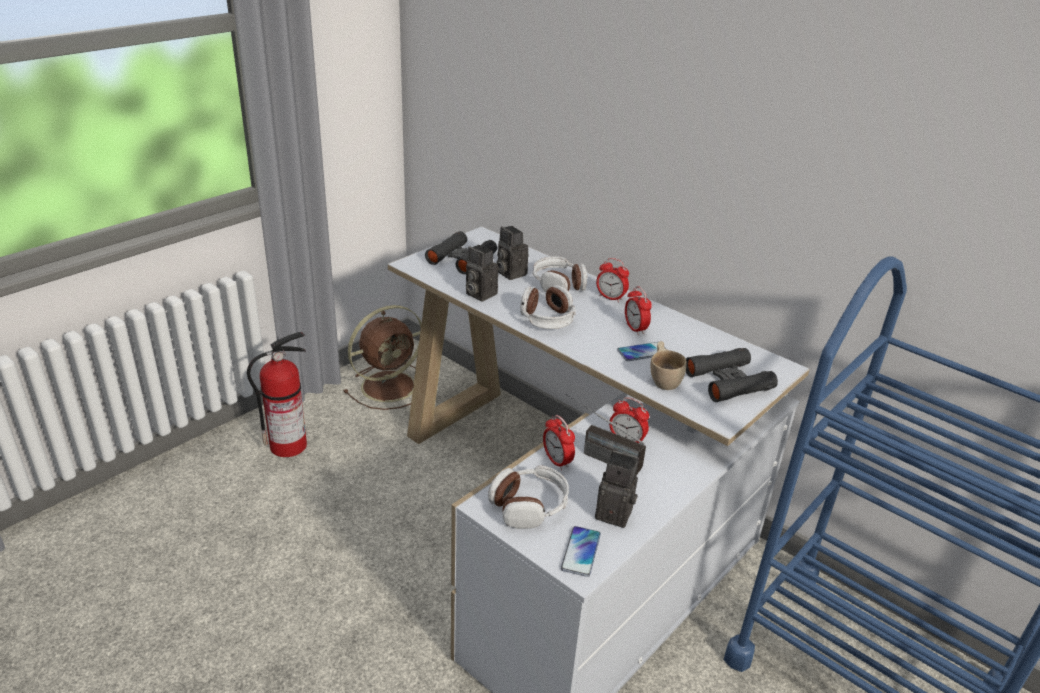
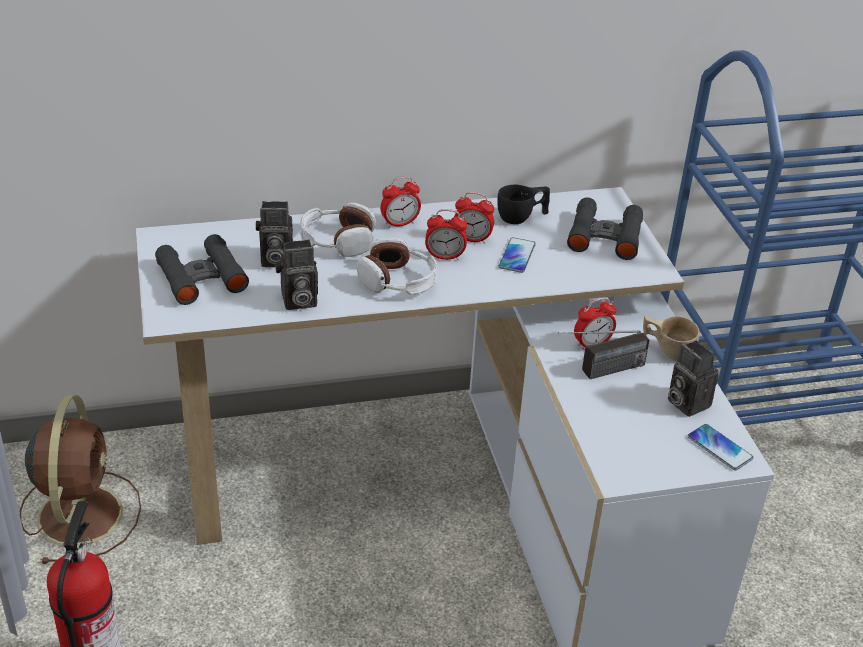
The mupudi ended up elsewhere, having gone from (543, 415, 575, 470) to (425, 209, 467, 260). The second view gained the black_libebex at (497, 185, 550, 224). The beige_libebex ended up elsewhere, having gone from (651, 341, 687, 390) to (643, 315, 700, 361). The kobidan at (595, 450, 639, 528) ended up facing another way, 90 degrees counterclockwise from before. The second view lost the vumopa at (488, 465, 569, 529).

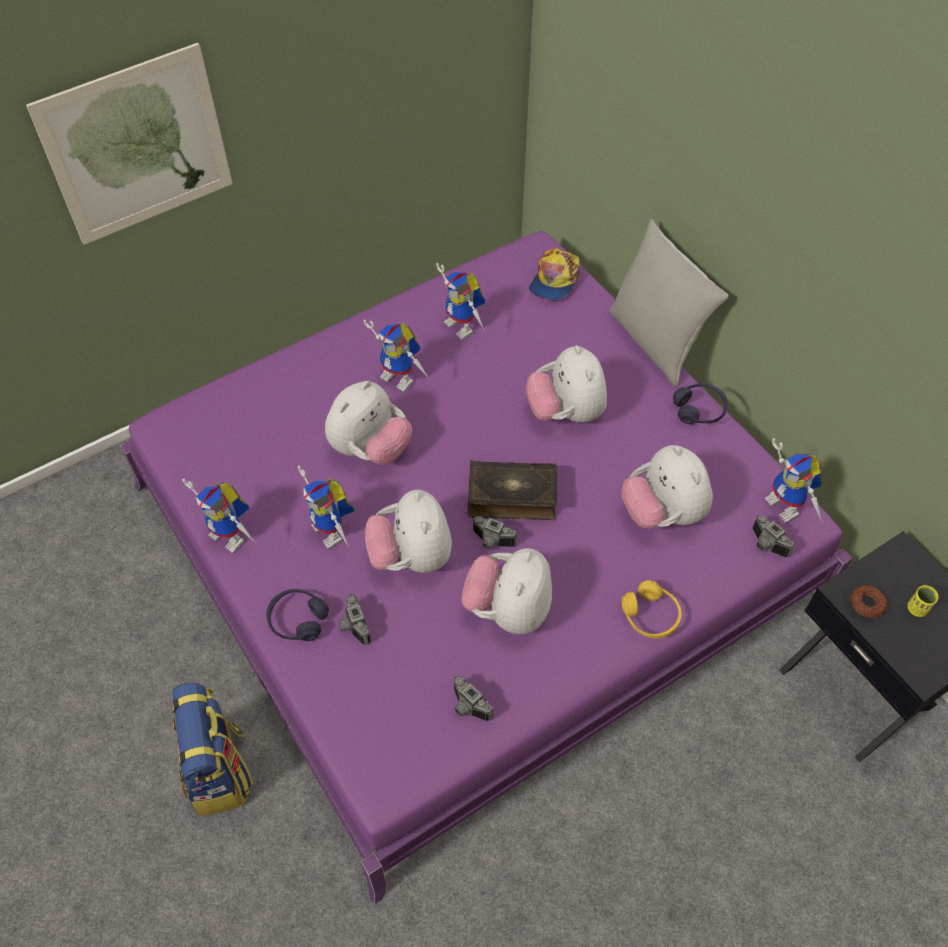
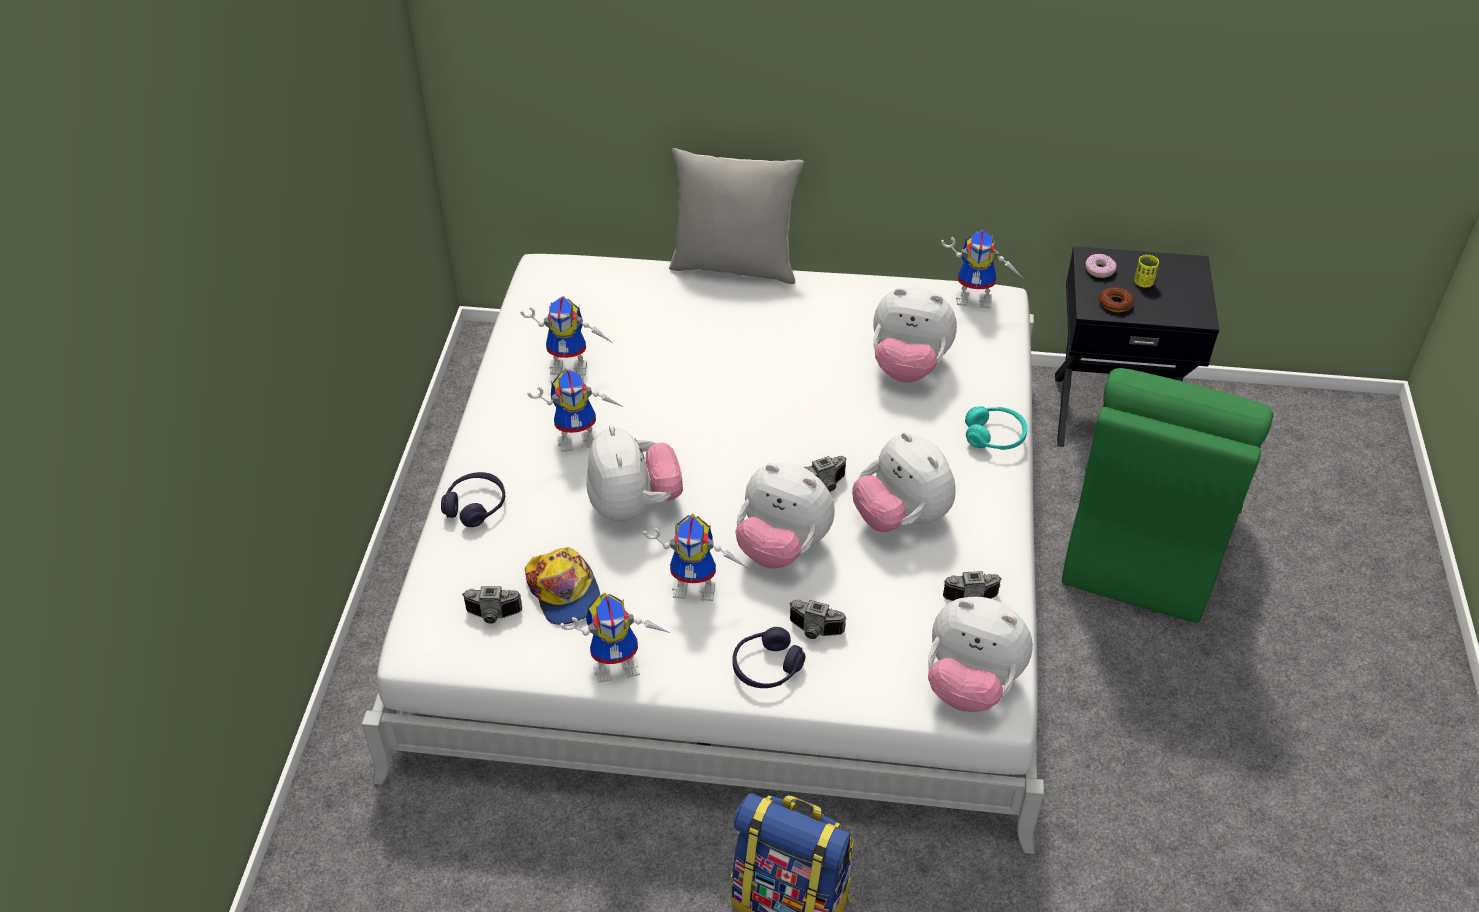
What was the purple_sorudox at (120, 231, 853, 904) turned into the white_sorudox at (362, 254, 1044, 854). The purple_vumopa ended up elsewhere, having gone from (673, 383, 728, 424) to (441, 472, 505, 527). The kobidan ended up elsewhere, having gone from (753, 515, 795, 558) to (462, 586, 522, 624). The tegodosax ended up elsewhere, having gone from (529, 248, 580, 300) to (525, 547, 600, 625). The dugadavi ended up elsewhere, having gone from (526, 345, 607, 422) to (928, 597, 1033, 712). What was the yellow_vumopa at (622, 580, 682, 638) turned into the turquoise_vumopa at (965, 406, 1028, 450). The second view gained the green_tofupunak at (1062, 368, 1273, 623). The second view gained the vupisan at (1085, 254, 1116, 278). The second view lost the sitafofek at (26, 43, 233, 245). The second view lost the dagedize at (468, 460, 558, 520).

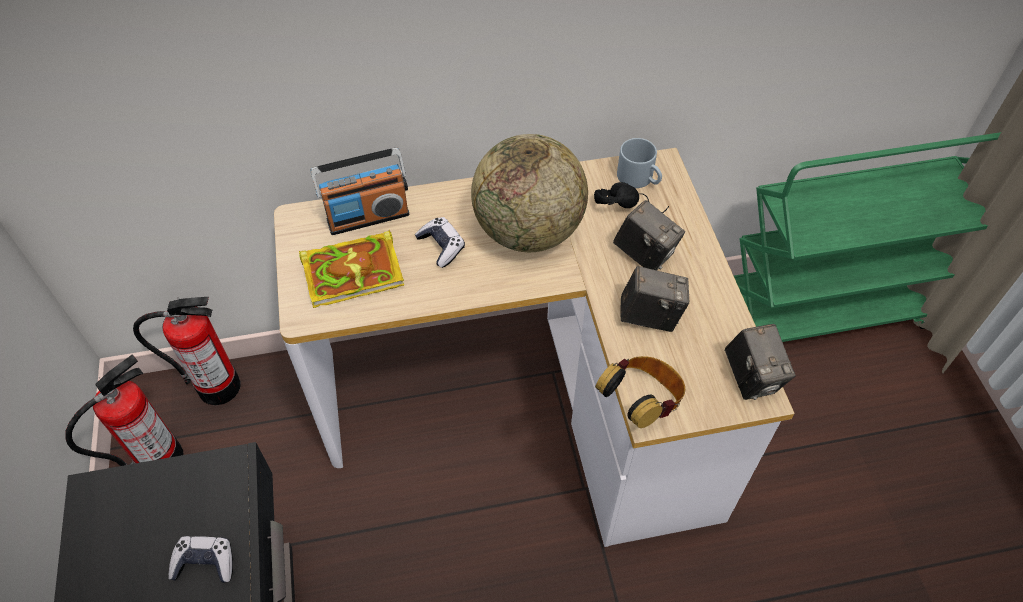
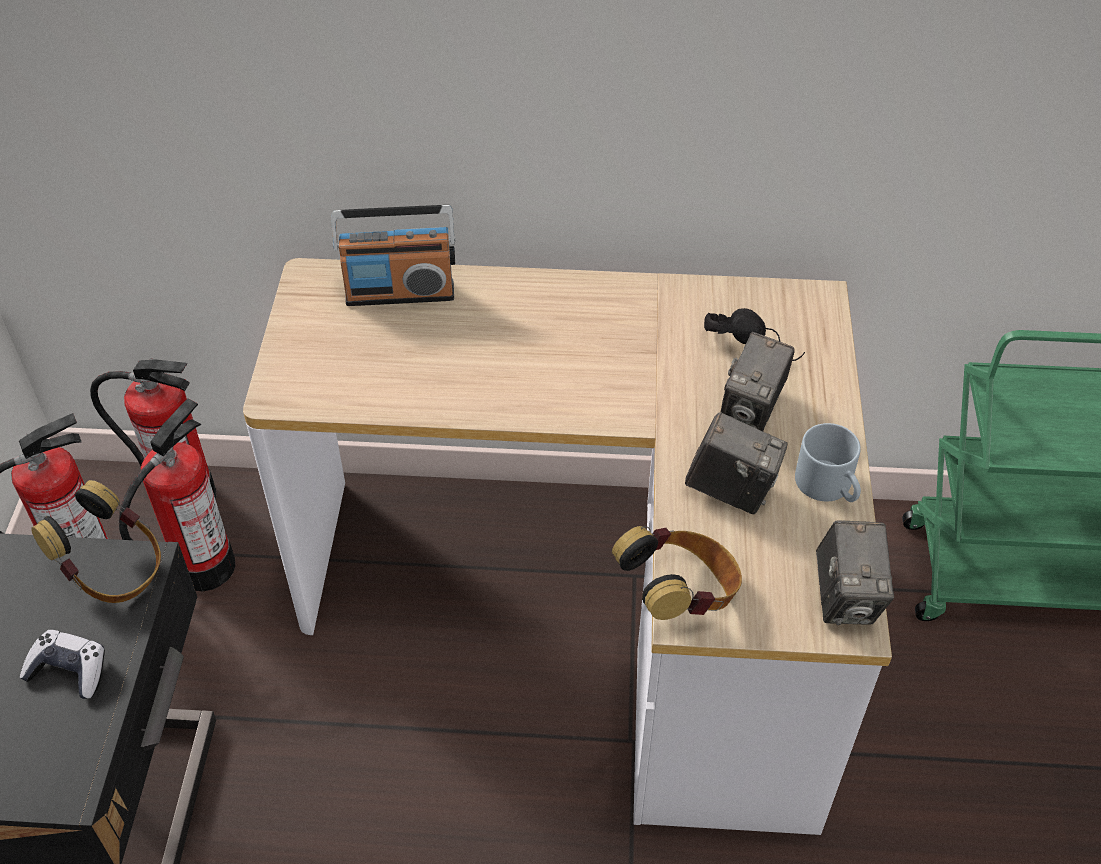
The second view gained the vumopa at (31, 480, 161, 603). The second view gained the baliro at (119, 398, 235, 591). The kobidan at (613, 200, 685, 270) ended up facing another way, 60 degrees clockwise from before. The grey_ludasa ended up elsewhere, having gone from (617, 138, 662, 188) to (795, 423, 861, 502). The second view lost the dagedize at (299, 230, 404, 308). The second view lost the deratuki at (415, 217, 465, 268). The second view lost the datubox at (471, 134, 588, 252).

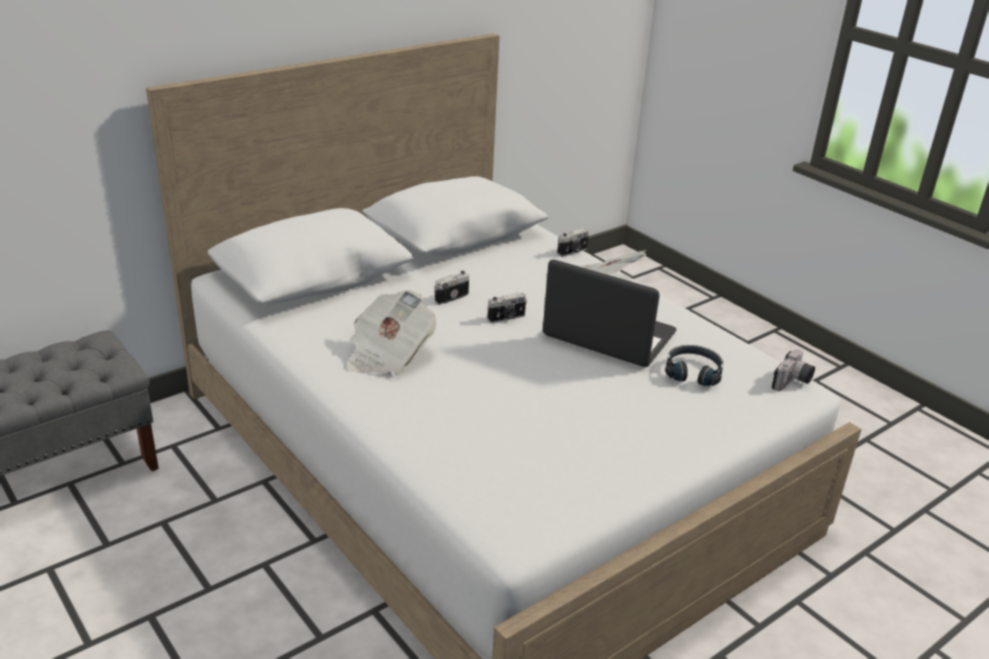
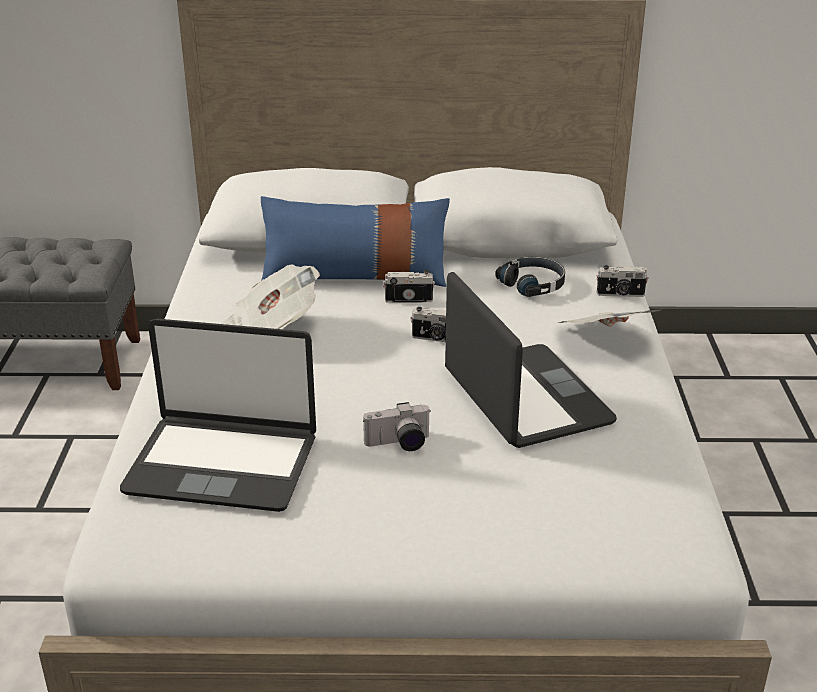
The second view gained the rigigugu at (120, 319, 316, 512). The second view gained the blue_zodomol at (261, 196, 450, 287). The kobidan ended up elsewhere, having gone from (772, 349, 815, 391) to (363, 402, 431, 451). The black_vumopa ended up elsewhere, having gone from (665, 345, 723, 386) to (495, 257, 565, 297).

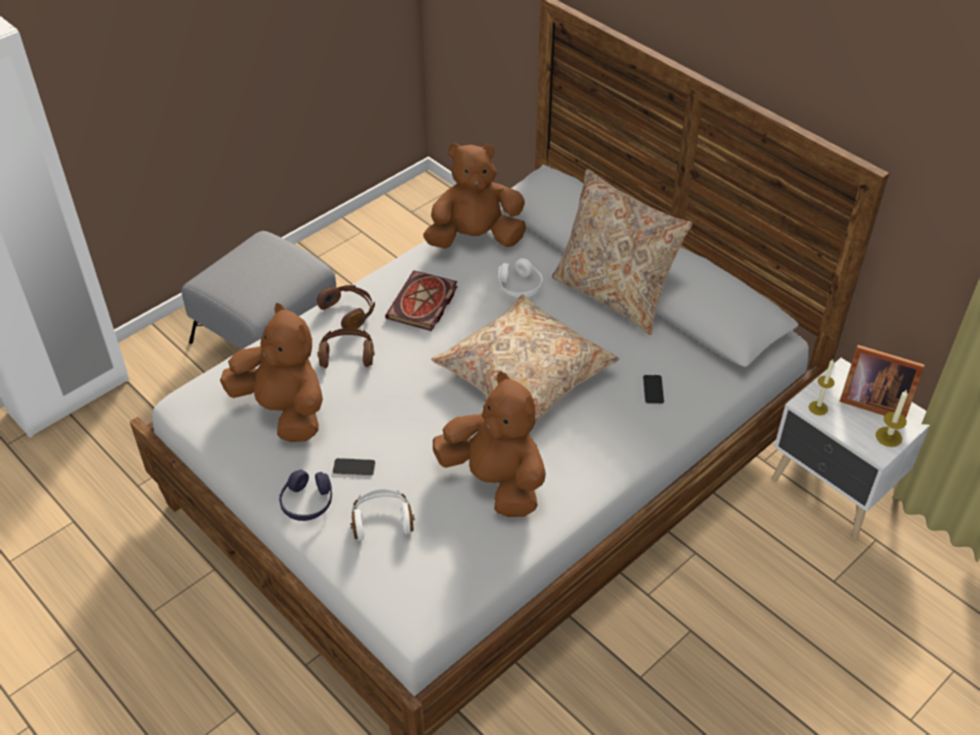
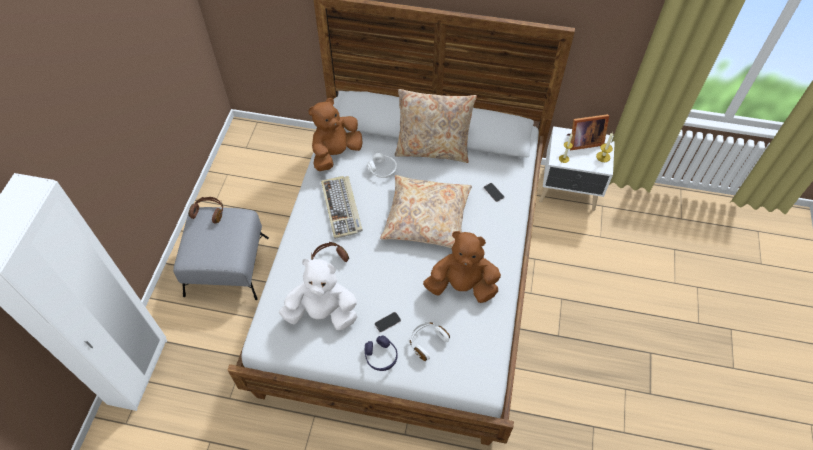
The brown_vumopa ended up elsewhere, having gone from (317, 285, 375, 329) to (189, 197, 223, 223). What was the brown_dugadavi at (220, 303, 323, 442) turned into the white_dugadavi at (279, 259, 357, 331). Where the dagedize stood at (385, 270, 458, 331), the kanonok came to stand at (321, 176, 363, 239).

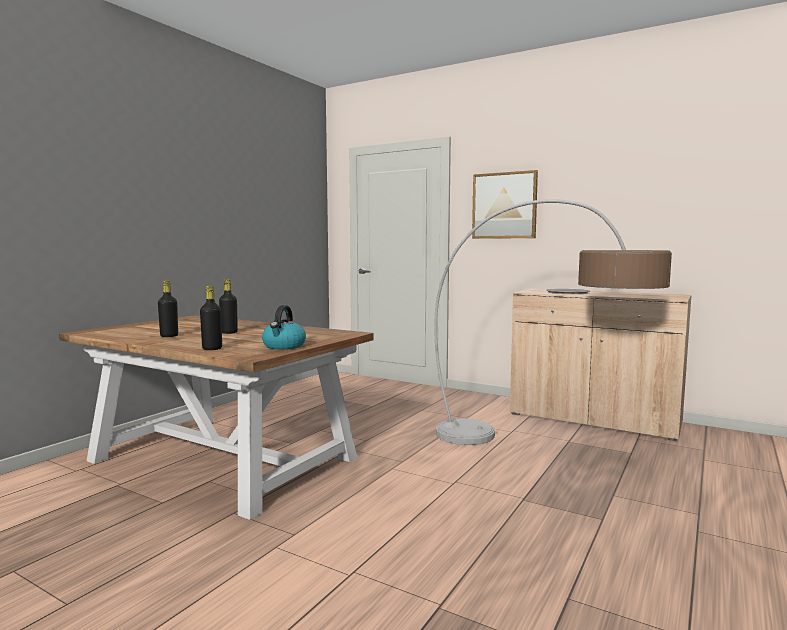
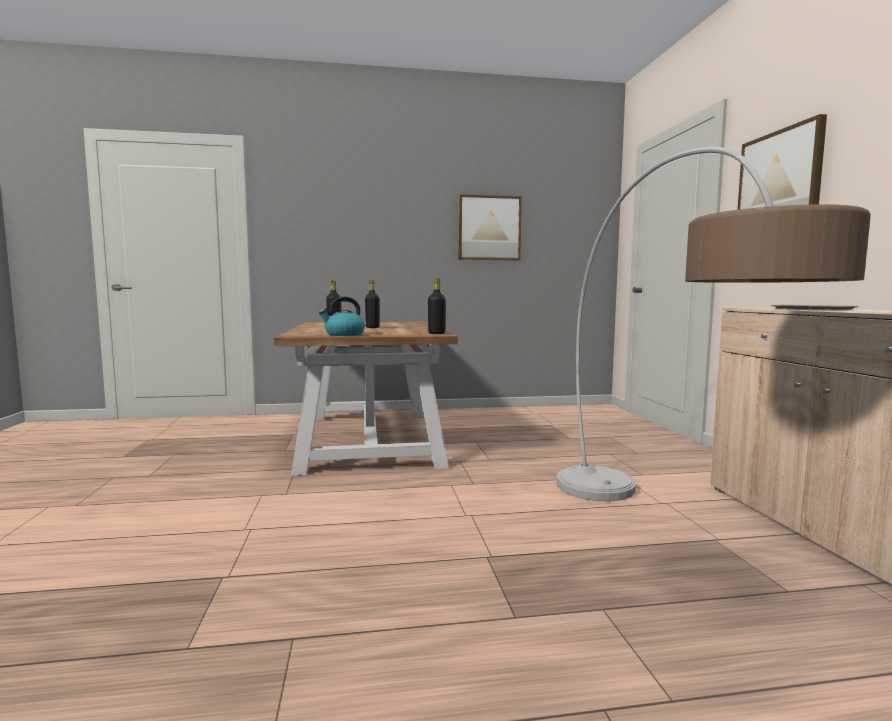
The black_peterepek ended up elsewhere, having gone from (200, 286, 222, 350) to (428, 278, 446, 334). The second view gained the sitafofek at (458, 194, 522, 260).

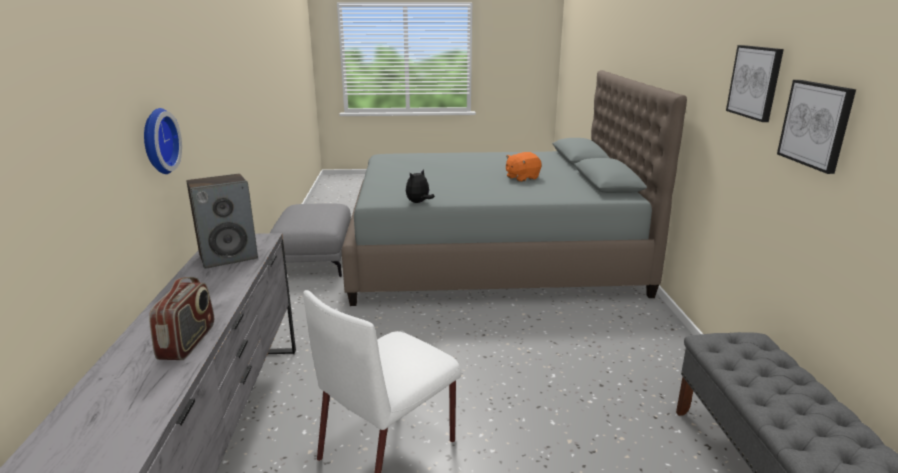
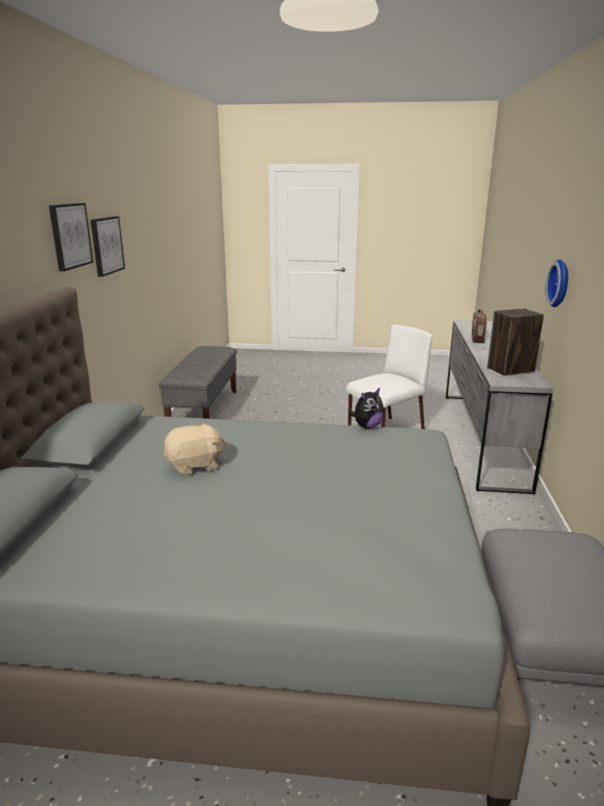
The sitafofek ended up elsewhere, having gone from (777, 80, 856, 174) to (49, 203, 93, 271). What was the orange_dugadavi at (506, 152, 542, 182) turned into the beige_dugadavi at (164, 422, 227, 476).

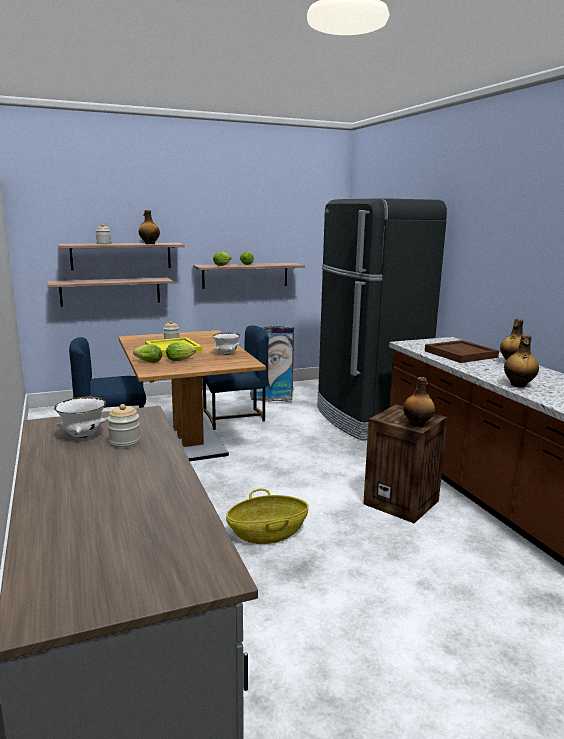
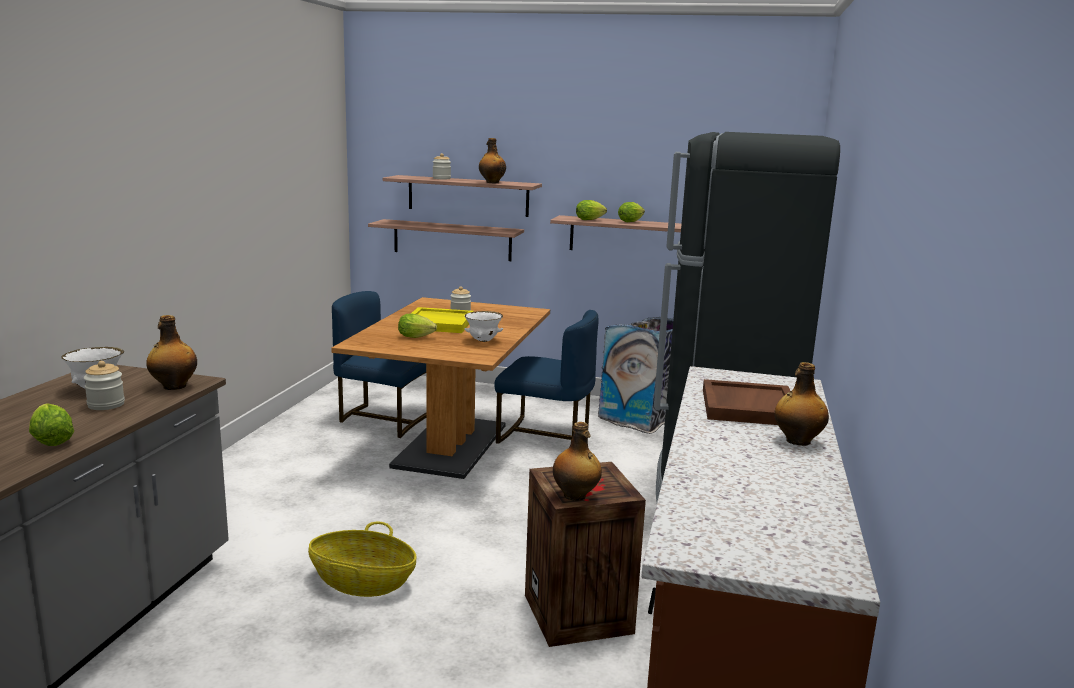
The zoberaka ended up elsewhere, having gone from (133, 344, 162, 363) to (29, 403, 74, 446). The peterepek ended up elsewhere, having gone from (504, 335, 539, 388) to (146, 315, 197, 390).

